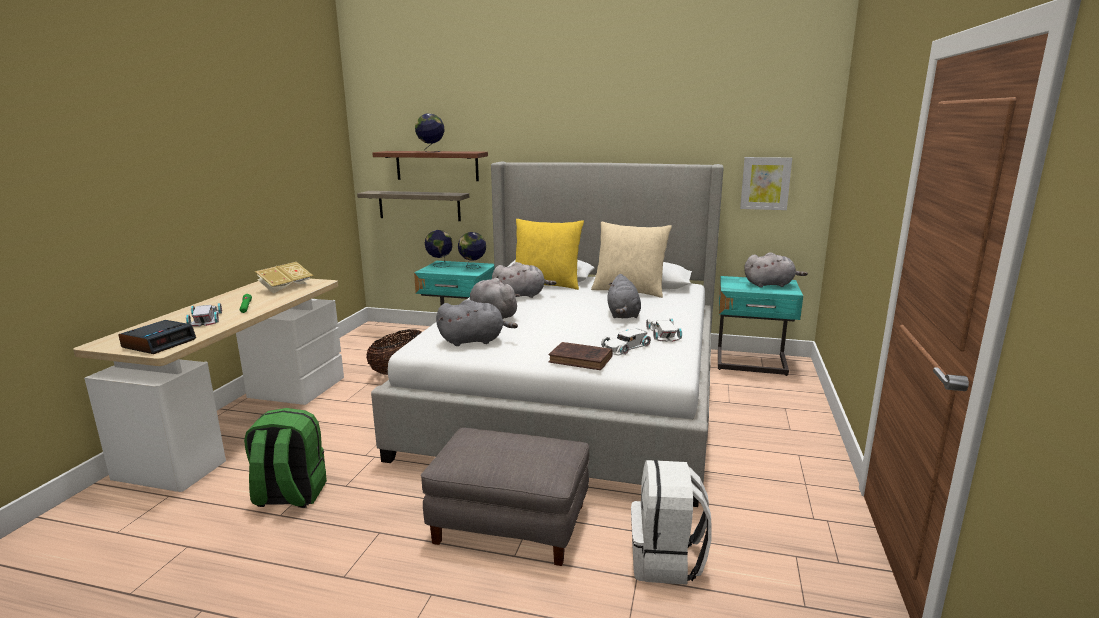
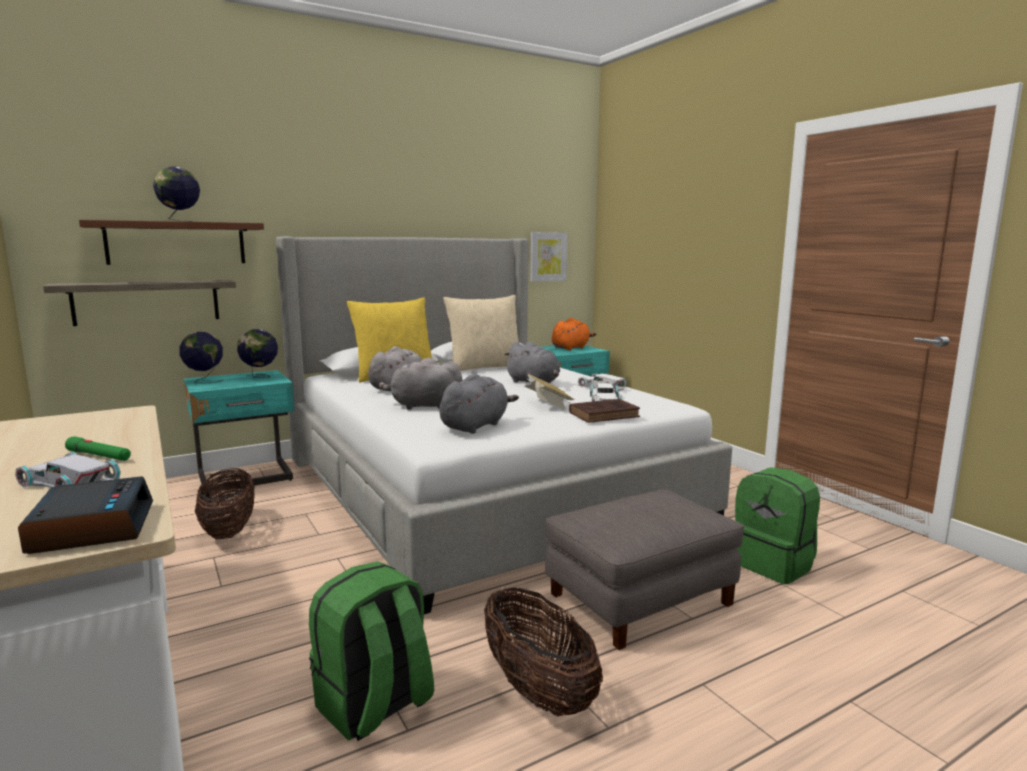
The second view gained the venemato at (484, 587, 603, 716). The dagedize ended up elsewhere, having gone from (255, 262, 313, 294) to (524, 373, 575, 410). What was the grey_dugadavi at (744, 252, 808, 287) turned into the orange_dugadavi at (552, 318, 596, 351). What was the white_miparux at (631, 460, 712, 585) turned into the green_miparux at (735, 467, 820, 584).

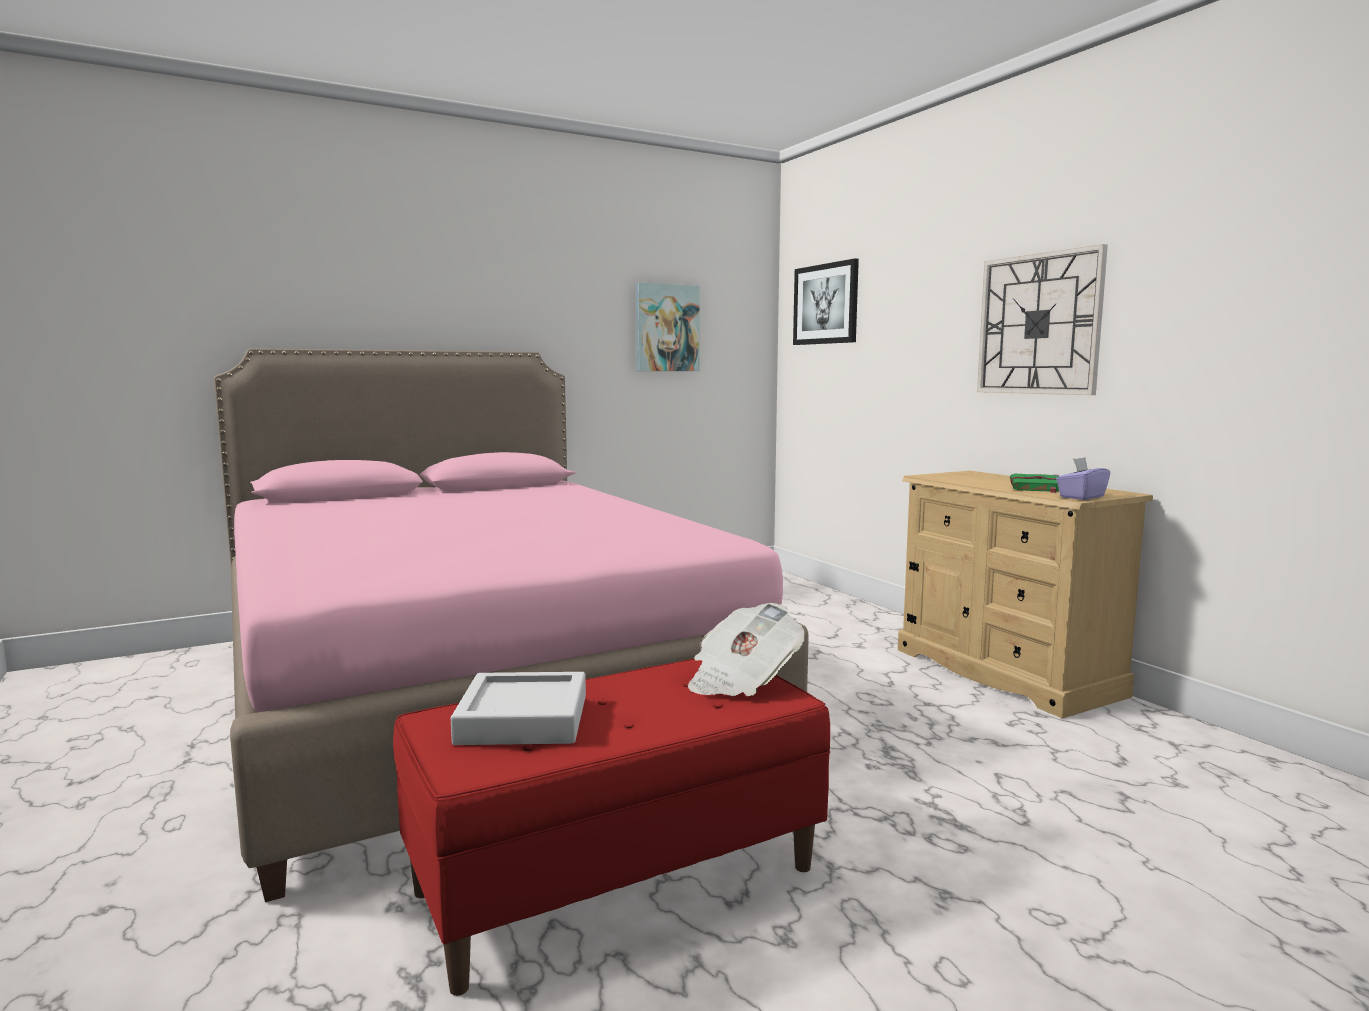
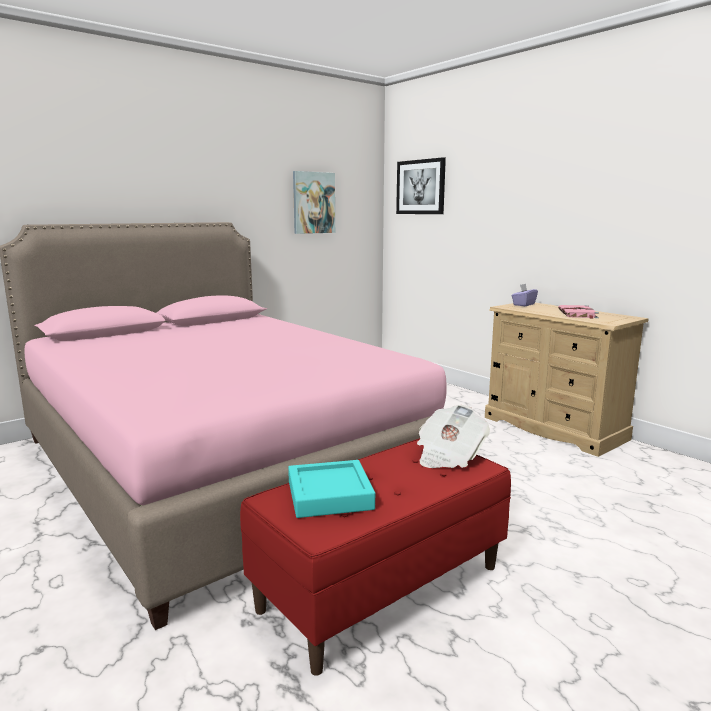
What was the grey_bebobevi at (451, 672, 586, 745) turned into the turquoise_bebobevi at (288, 460, 375, 518). The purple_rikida ended up elsewhere, having gone from (1056, 457, 1110, 500) to (511, 284, 538, 306). What was the green_dagedize at (1010, 474, 1059, 493) turned into the pink_dagedize at (558, 305, 599, 319). The second view lost the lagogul at (977, 244, 1108, 395).

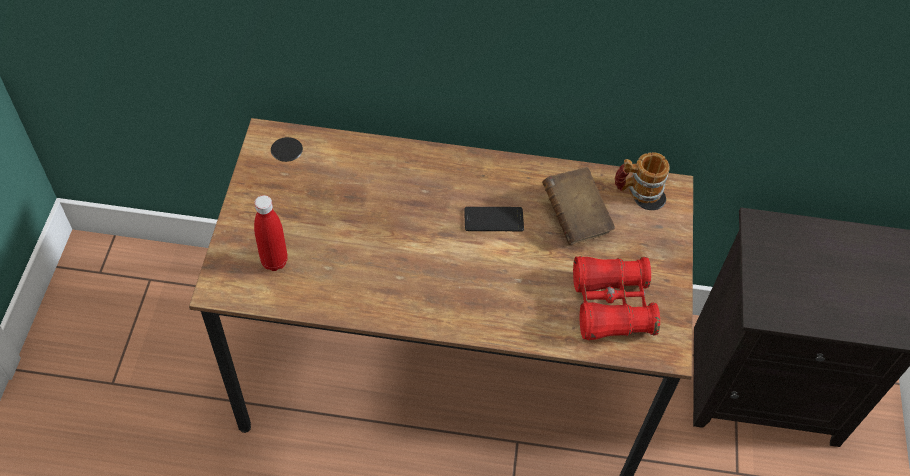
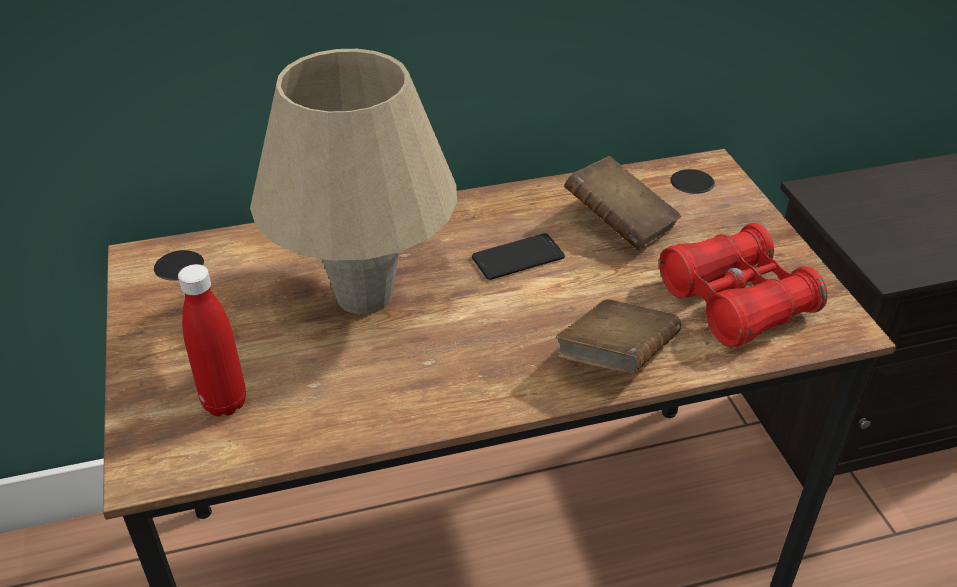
The second view gained the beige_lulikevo at (250, 49, 457, 314). The second view gained the brown_dagedize at (556, 299, 681, 373). The second view lost the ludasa at (615, 152, 670, 203).

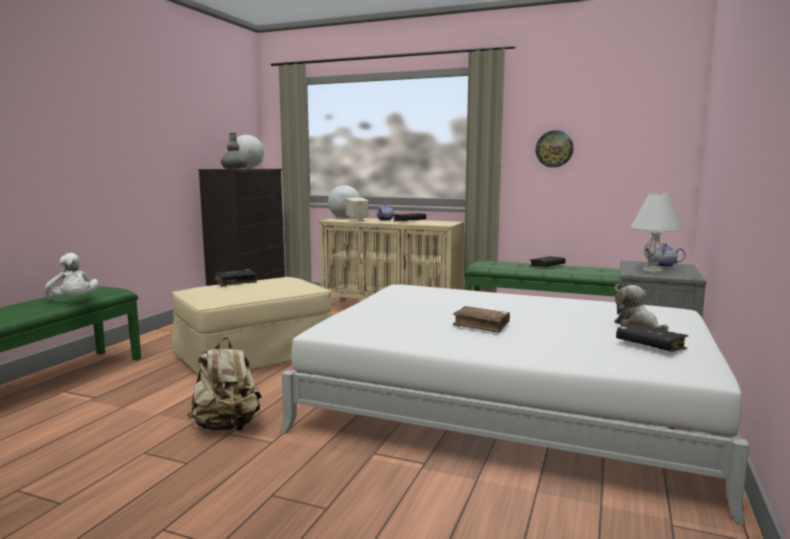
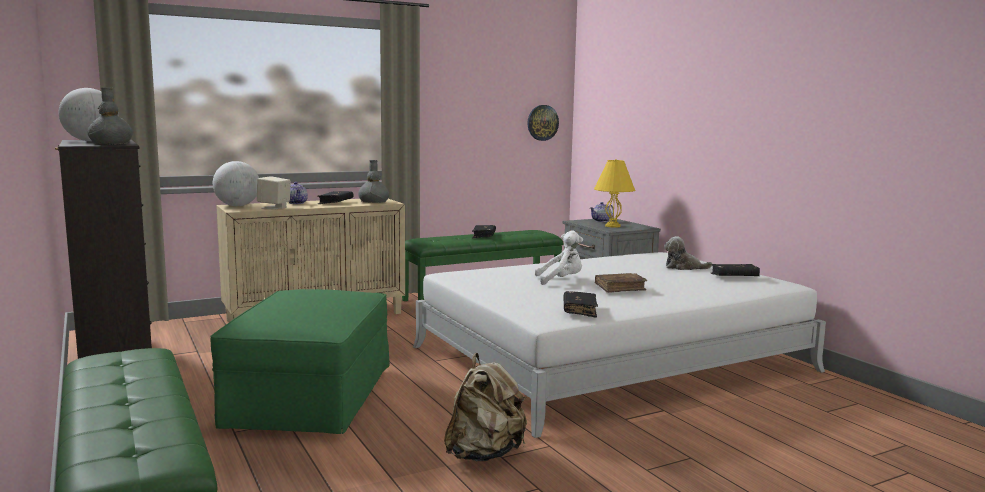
What was the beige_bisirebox at (172, 277, 332, 374) turned into the green_bisirebox at (210, 289, 390, 434). The second view gained the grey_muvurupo at (358, 160, 389, 203). The lagogul ended up elsewhere, having gone from (535, 130, 573, 168) to (528, 105, 559, 141). The white_dugadavi ended up elsewhere, having gone from (44, 253, 99, 300) to (535, 230, 583, 285). The black_dagedize ended up elsewhere, having gone from (214, 269, 257, 286) to (564, 291, 598, 318). What was the white_lulikevo at (630, 192, 683, 273) turned into the yellow_lulikevo at (594, 159, 635, 228).

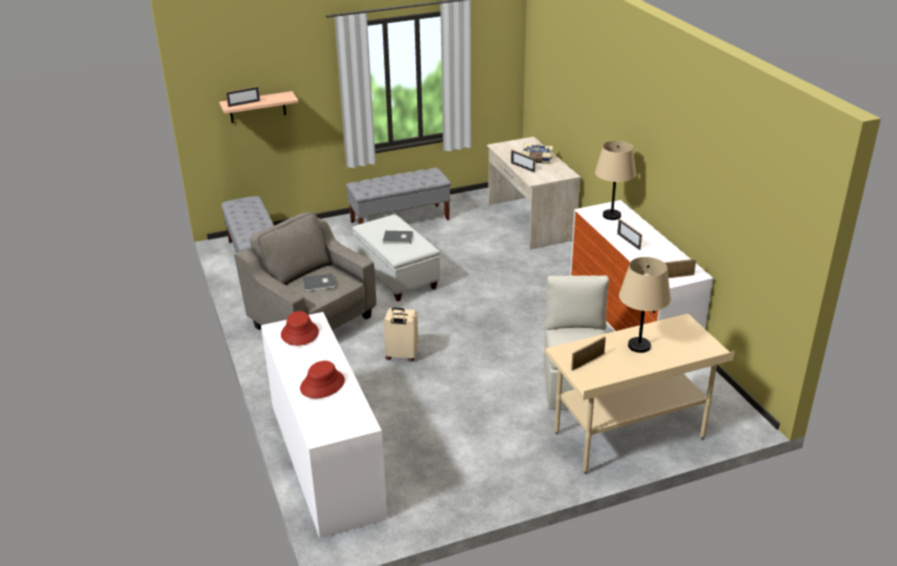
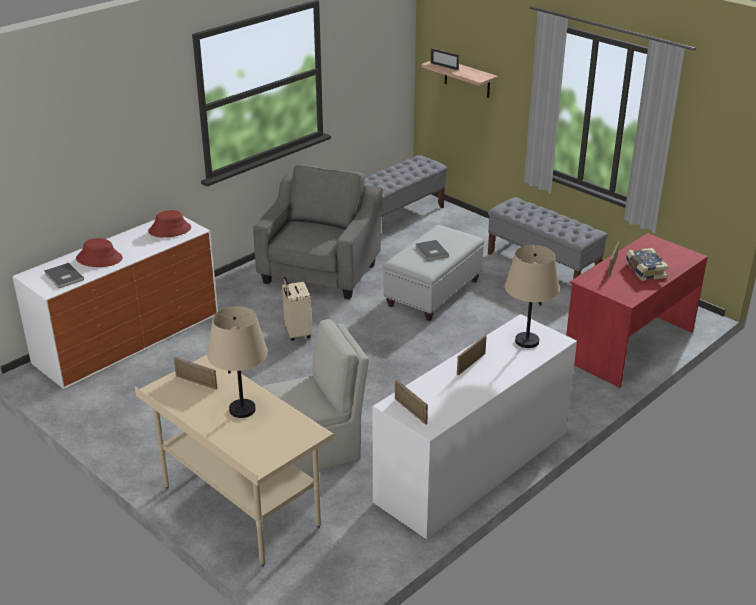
The grey_dagedize ended up elsewhere, having gone from (302, 273, 336, 292) to (44, 263, 84, 288). What was the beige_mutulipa at (487, 137, 581, 250) turned into the red_mutulipa at (566, 233, 708, 388).

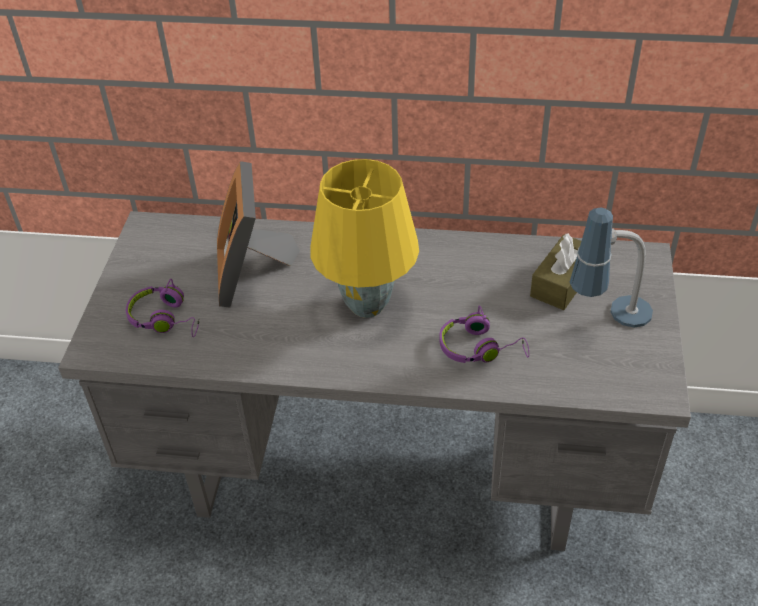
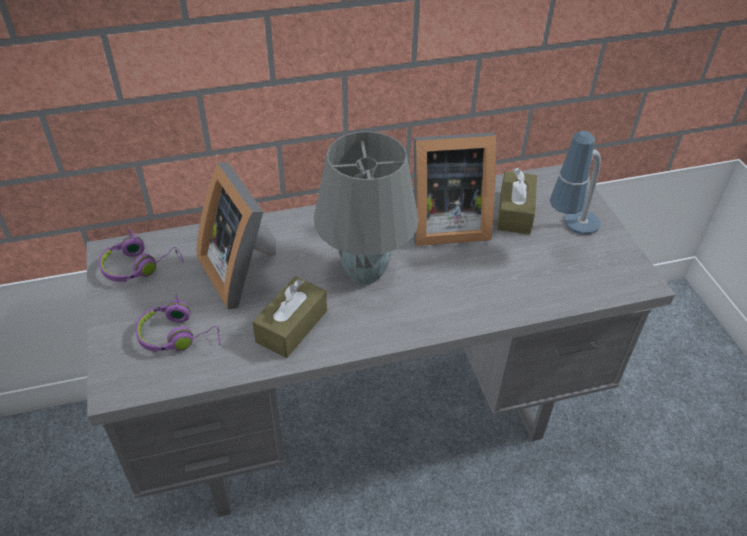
The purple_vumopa ended up elsewhere, having gone from (439, 305, 529, 363) to (99, 229, 184, 282). The second view gained the brown_rikida at (252, 276, 327, 358). What was the yellow_lulikevo at (310, 159, 419, 318) turned into the grey_lulikevo at (314, 131, 419, 284). The second view gained the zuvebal at (413, 133, 496, 246).

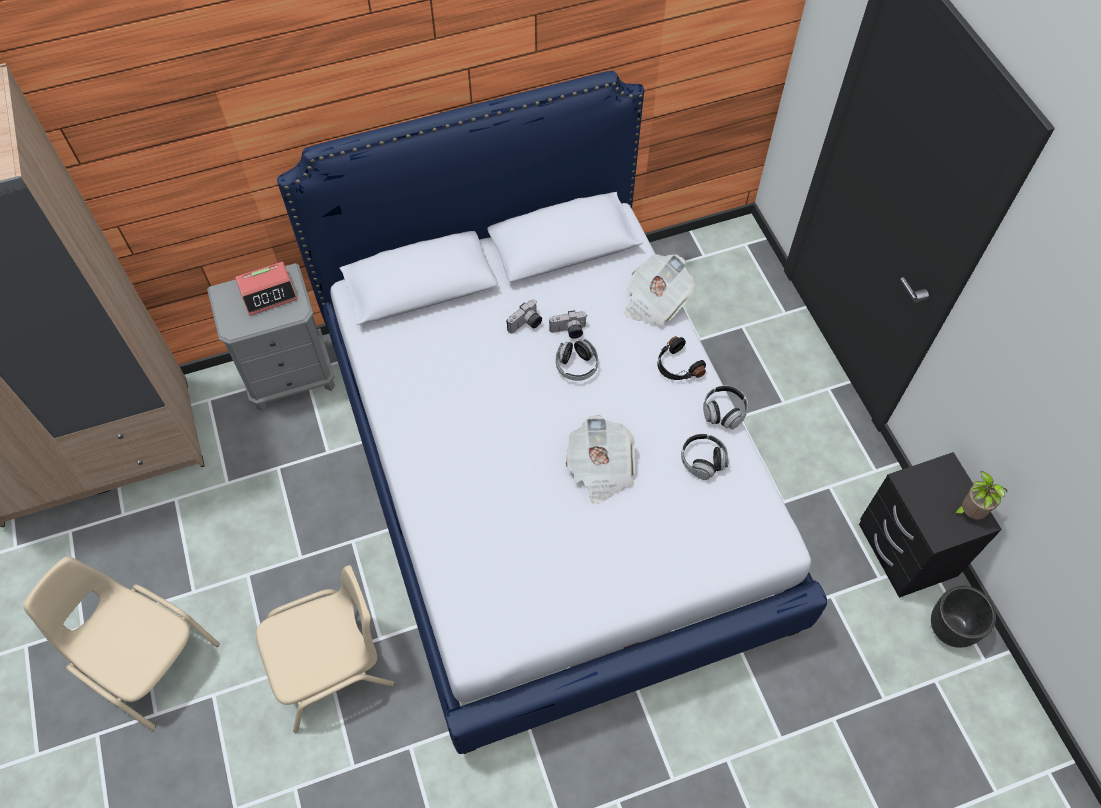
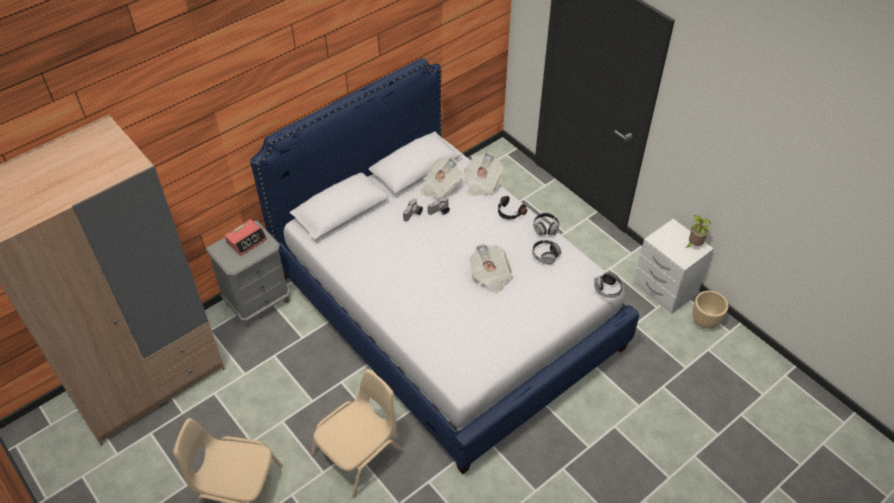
The second view gained the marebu at (420, 158, 461, 198). The vumopa ended up elsewhere, having gone from (556, 339, 598, 381) to (594, 271, 623, 298). What was the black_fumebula at (859, 452, 1002, 598) turned into the white_fumebula at (634, 219, 714, 314). What was the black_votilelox at (931, 586, 996, 648) turned into the beige_votilelox at (692, 291, 728, 329).

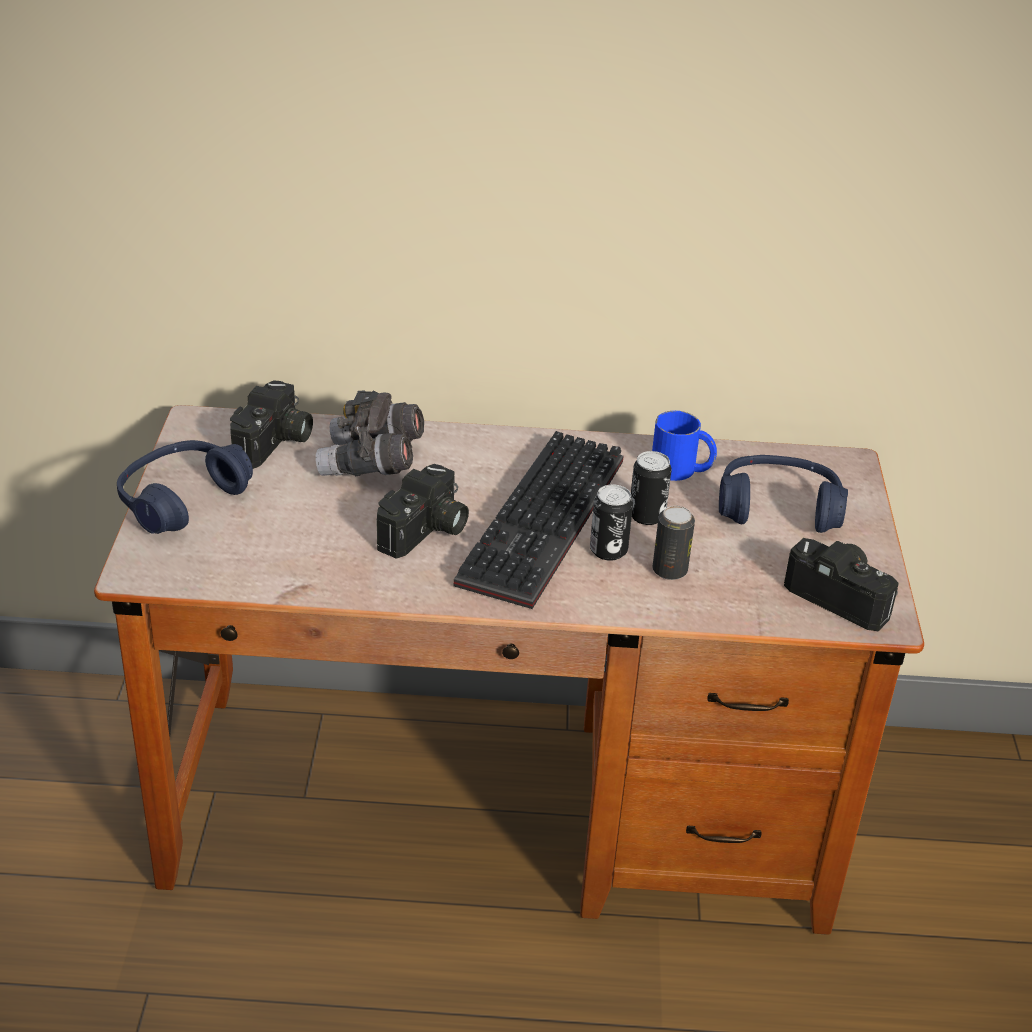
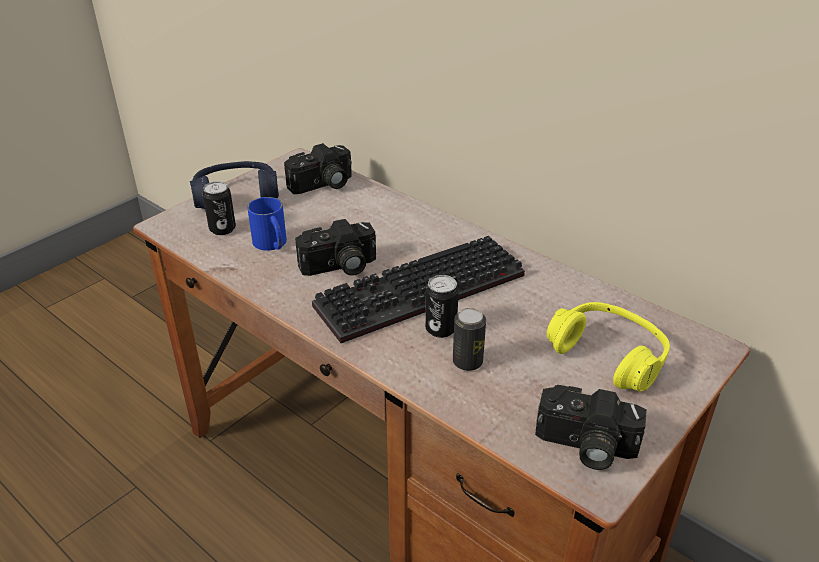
The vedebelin ended up elsewhere, having gone from (631, 451, 672, 525) to (203, 181, 236, 235). The blue_ludasa ended up elsewhere, having gone from (652, 411, 717, 481) to (247, 197, 287, 251). The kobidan at (784, 538, 899, 631) ended up facing another way, 120 degrees clockwise from before. What was the blue_vumopa at (719, 455, 848, 533) turned into the yellow_vumopa at (547, 302, 670, 392). The second view lost the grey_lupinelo at (316, 391, 424, 476).

